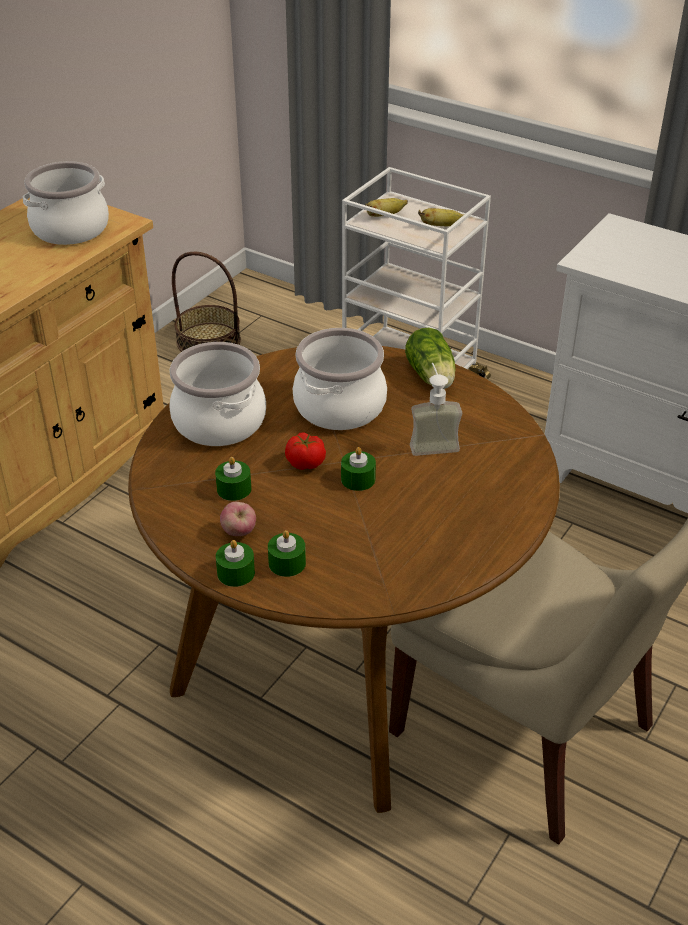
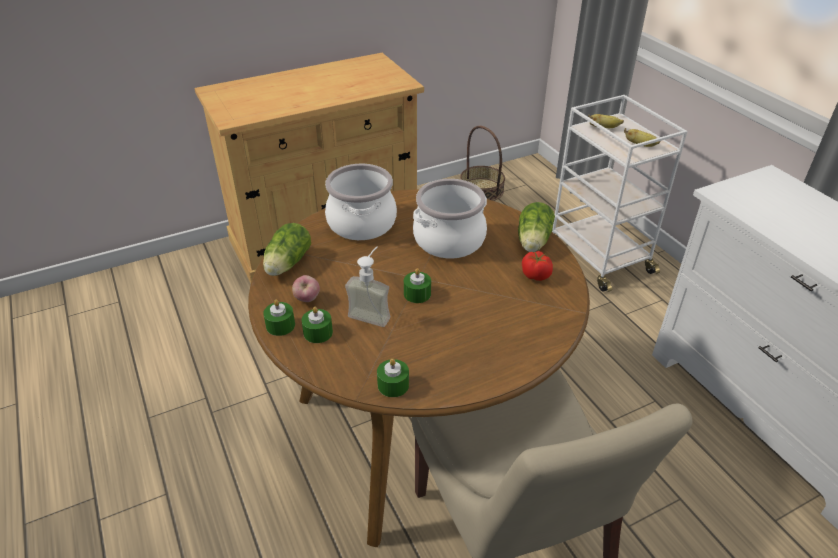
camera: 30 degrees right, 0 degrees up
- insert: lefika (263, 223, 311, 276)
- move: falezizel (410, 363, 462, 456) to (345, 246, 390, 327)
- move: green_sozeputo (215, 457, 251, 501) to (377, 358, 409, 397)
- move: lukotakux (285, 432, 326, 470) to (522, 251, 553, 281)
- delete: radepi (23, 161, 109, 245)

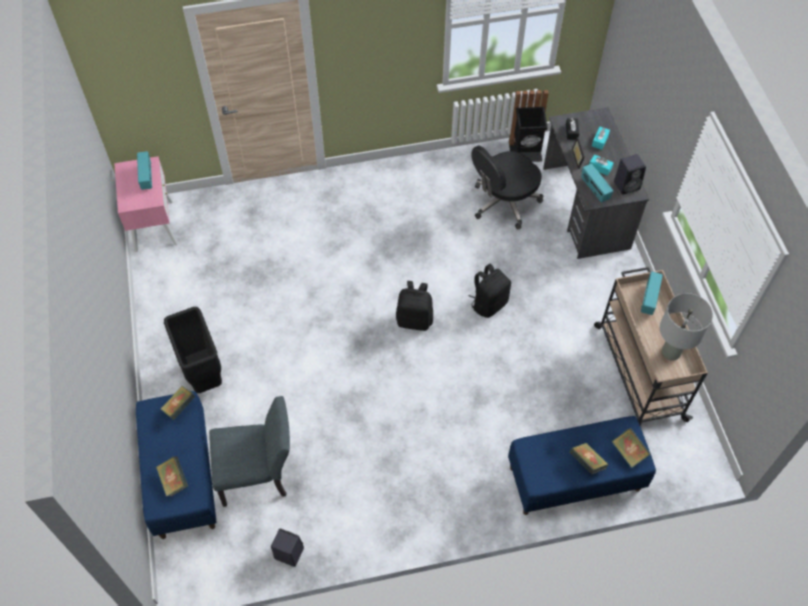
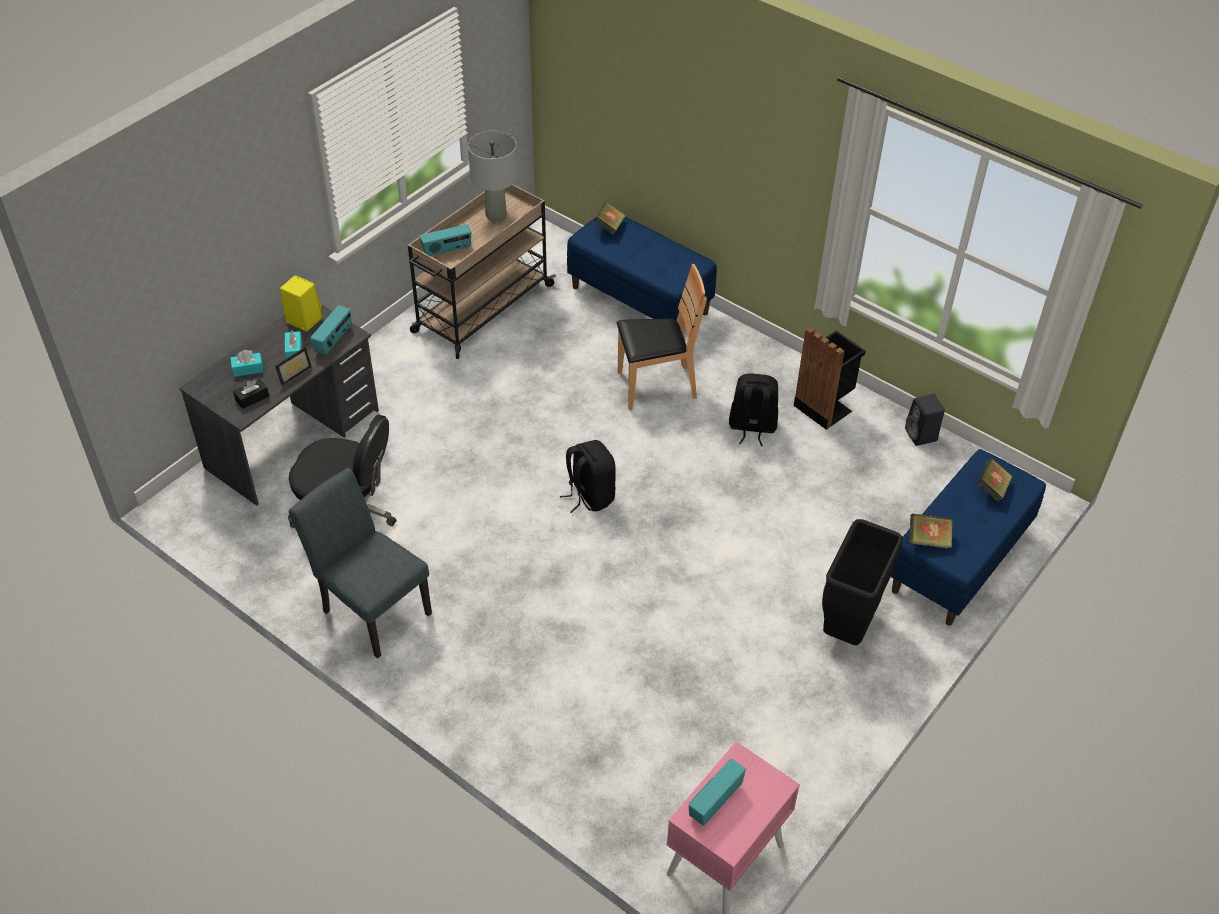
camera: 130 degrees left, 10 degrees down
- recolor: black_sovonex (614, 154, 646, 195) to yellow_sovonex (280, 275, 322, 331)
- move: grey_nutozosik (209, 396, 290, 507) to (289, 468, 432, 659)
- insert: brown_nutozosik (617, 264, 707, 410)
- move: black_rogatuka (468, 264, 511, 318) to (729, 373, 778, 446)
- move: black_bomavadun (509, 90, 549, 162) to (794, 327, 866, 430)
- delete: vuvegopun (569, 443, 608, 474)

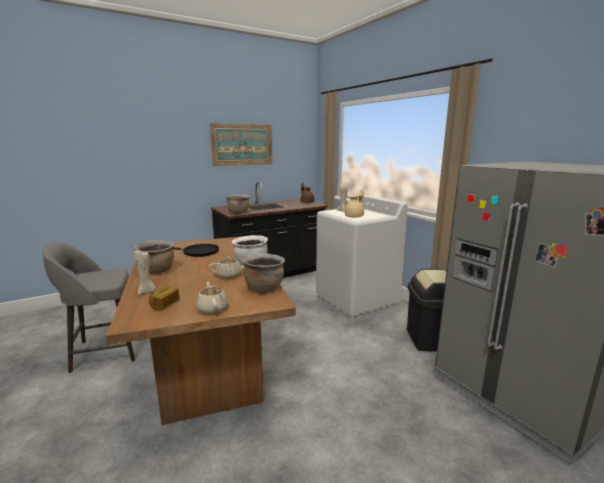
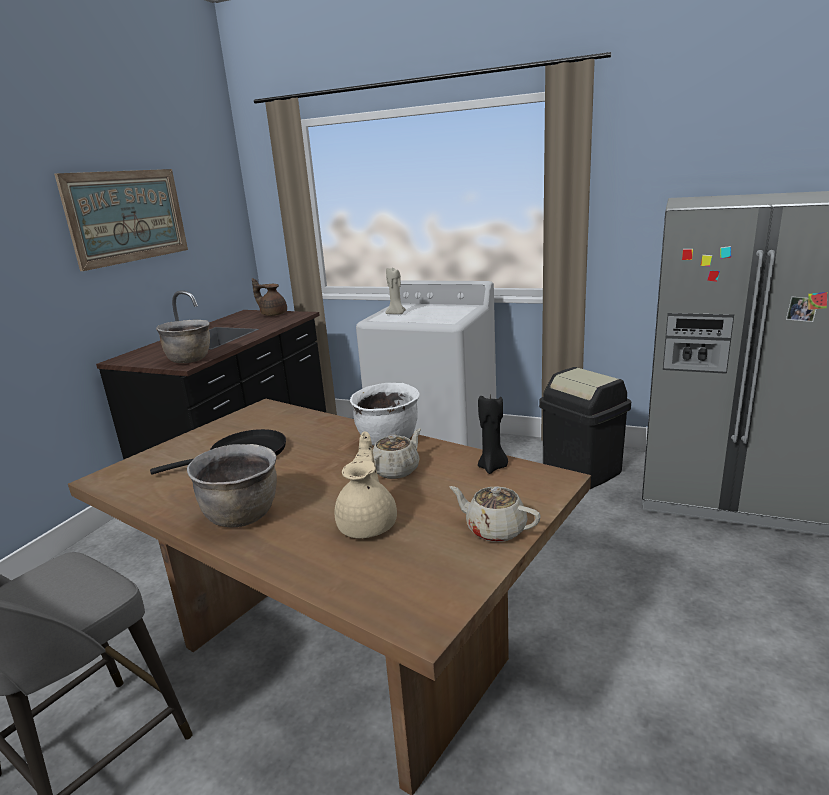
camera: 35 degrees left, 5 degrees up
- move: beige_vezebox (345, 189, 364, 217) to (335, 432, 397, 539)
- replace: brown_radepi (242, 253, 285, 293) to black_sozeputo (478, 395, 508, 474)
- delete: beige_sozeputo (134, 250, 156, 295)
- delete: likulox (149, 286, 179, 310)

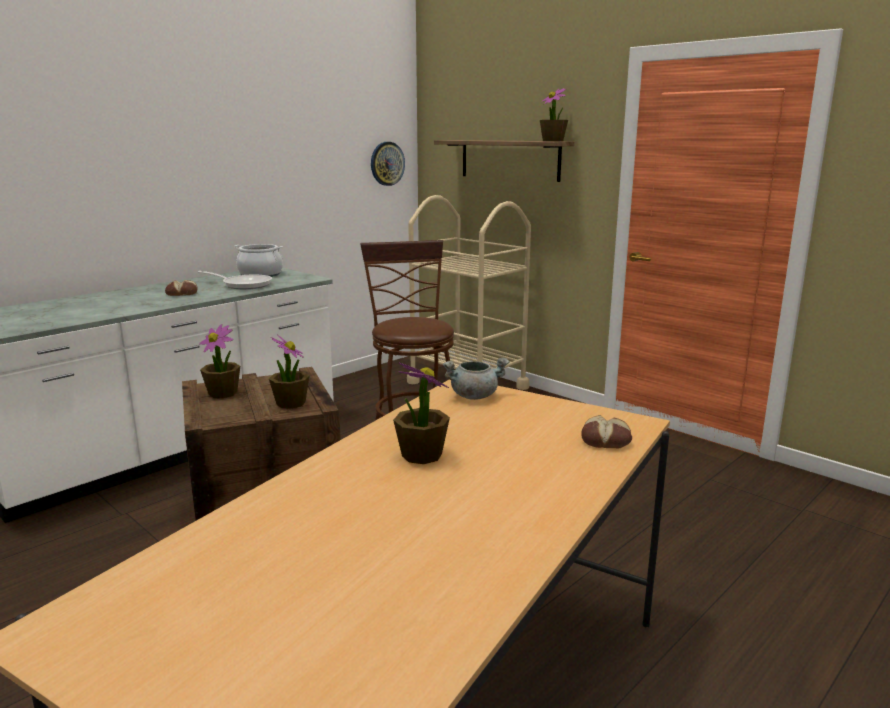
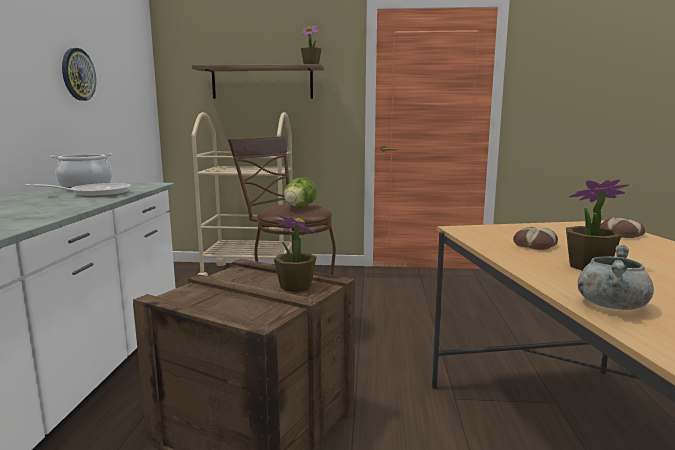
camera: 40 degrees left, 5 degrees down
- move: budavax (371, 142, 405, 186) to (62, 48, 96, 101)
- insert: lefika (284, 177, 317, 207)
- move: likulox (165, 280, 197, 296) to (513, 227, 558, 250)
- move: grey_radepi (443, 358, 509, 400) to (578, 245, 654, 310)
- delete: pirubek (199, 324, 240, 398)

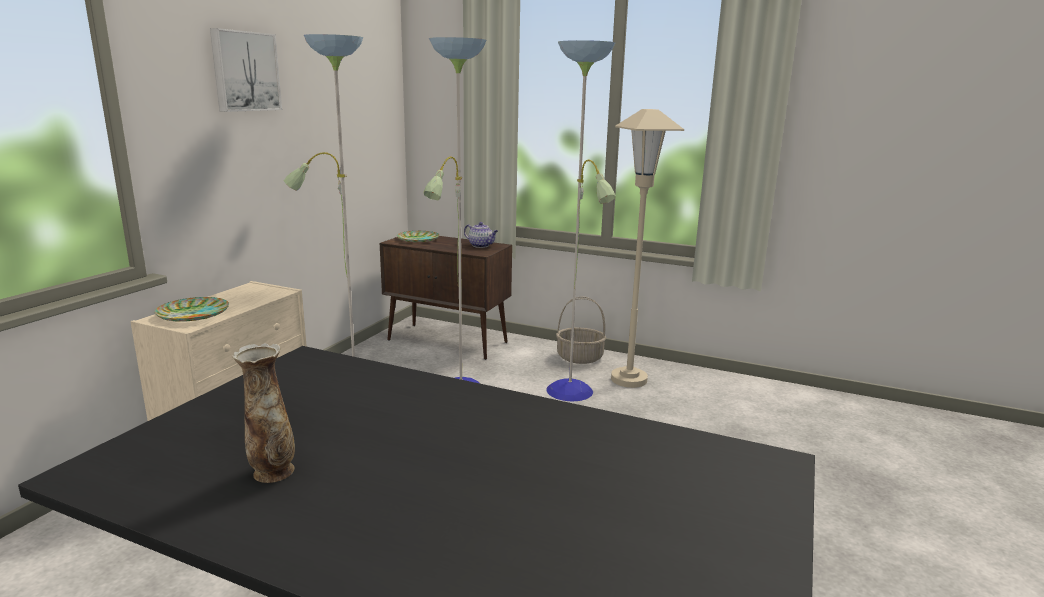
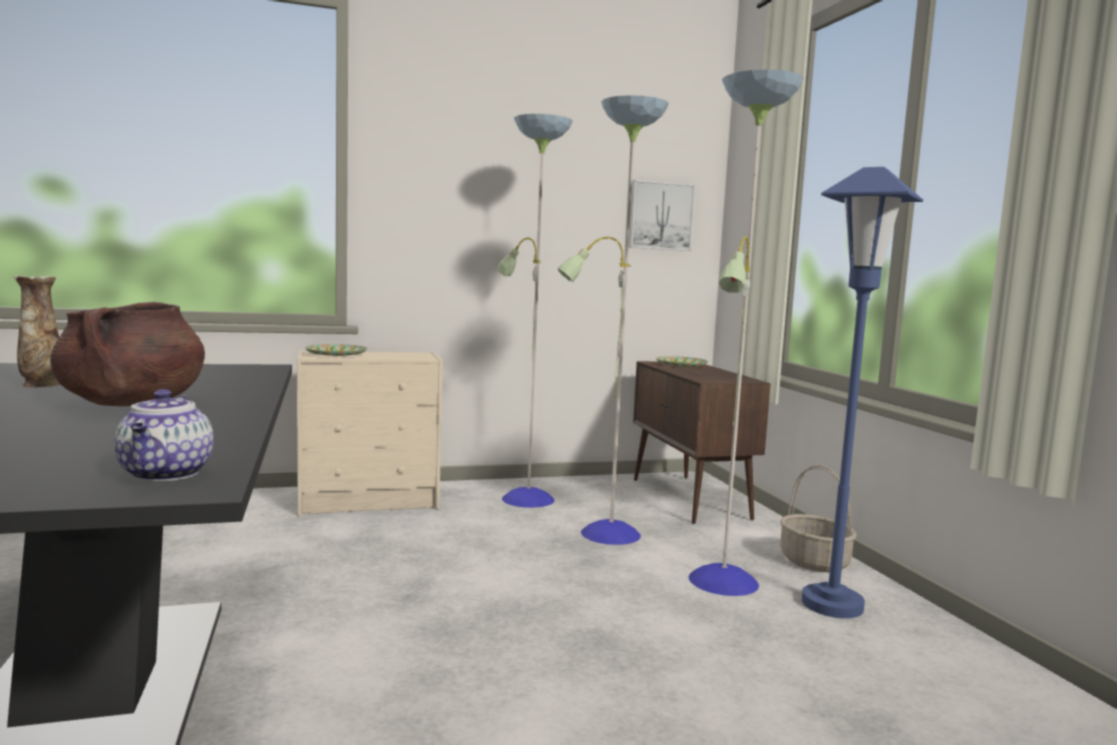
camera: 50 degrees right, 10 degrees down
- insert: brown_radepi (50, 302, 205, 406)
- move: vezebox (464, 222, 498, 248) to (114, 389, 214, 482)
- move: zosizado (210, 28, 282, 112) to (628, 180, 695, 251)
- recolor: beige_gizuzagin (611, 109, 684, 388) to blue_gizuzagin (802, 167, 923, 618)

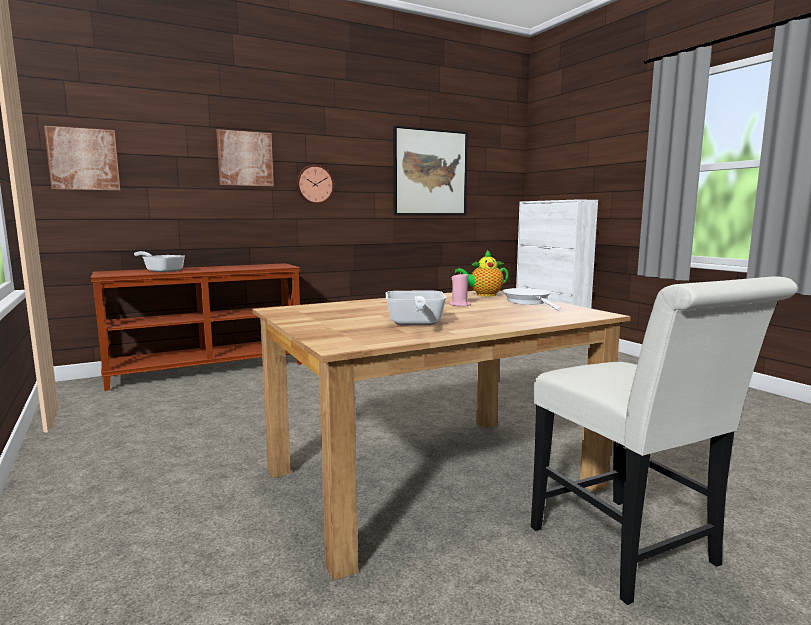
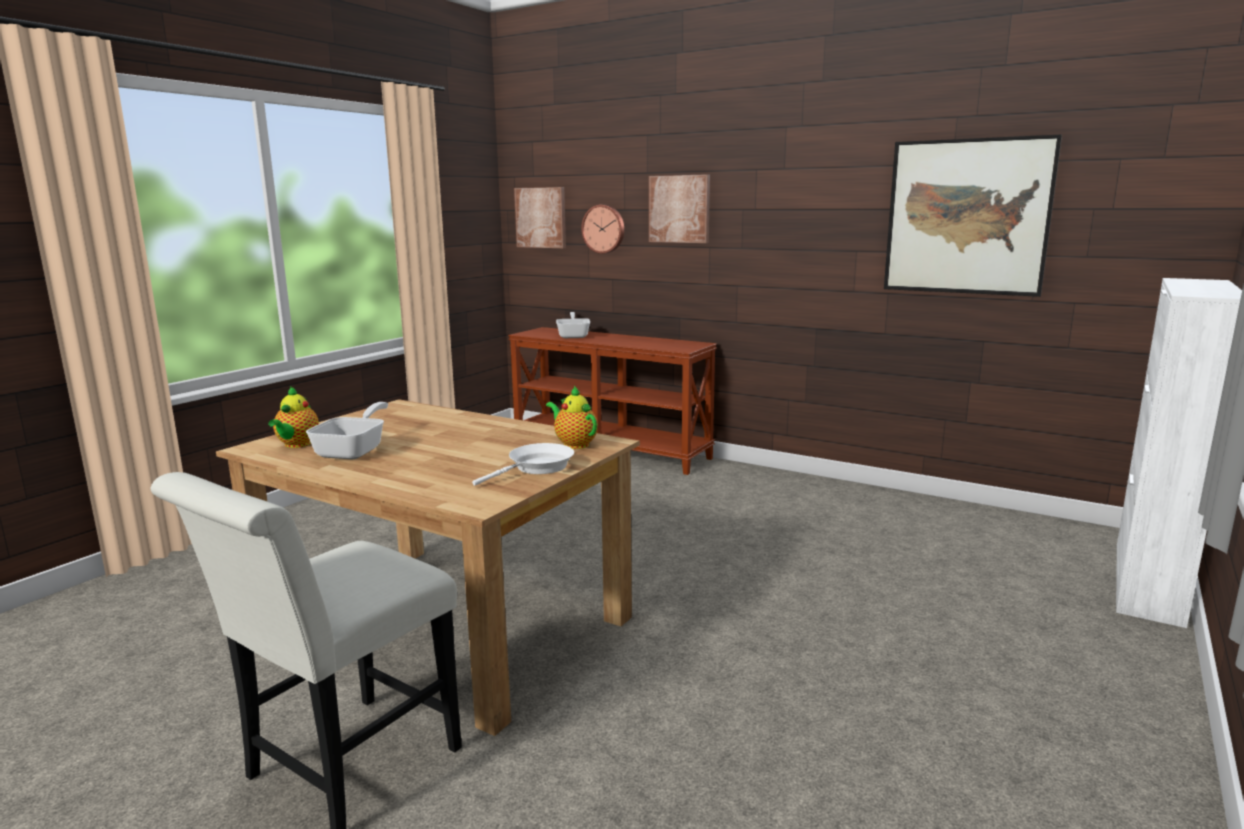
camera: 60 degrees right, 5 degrees up
- insert: vezebox (268, 386, 319, 448)
- rotate: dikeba (386, 291, 447, 325) = (306, 402, 388, 459) 135 degrees clockwise
- move: budavax (296, 165, 334, 204) to (581, 205, 624, 254)
- delete: pink_sozeputo (449, 272, 471, 307)

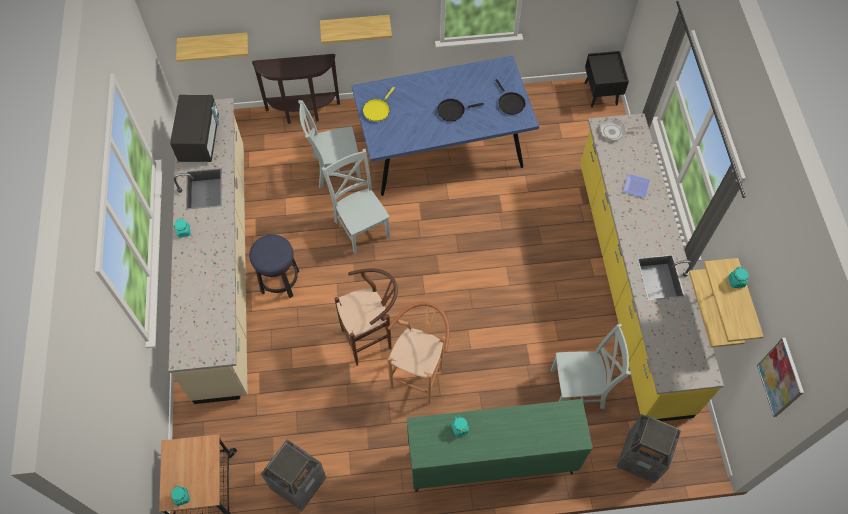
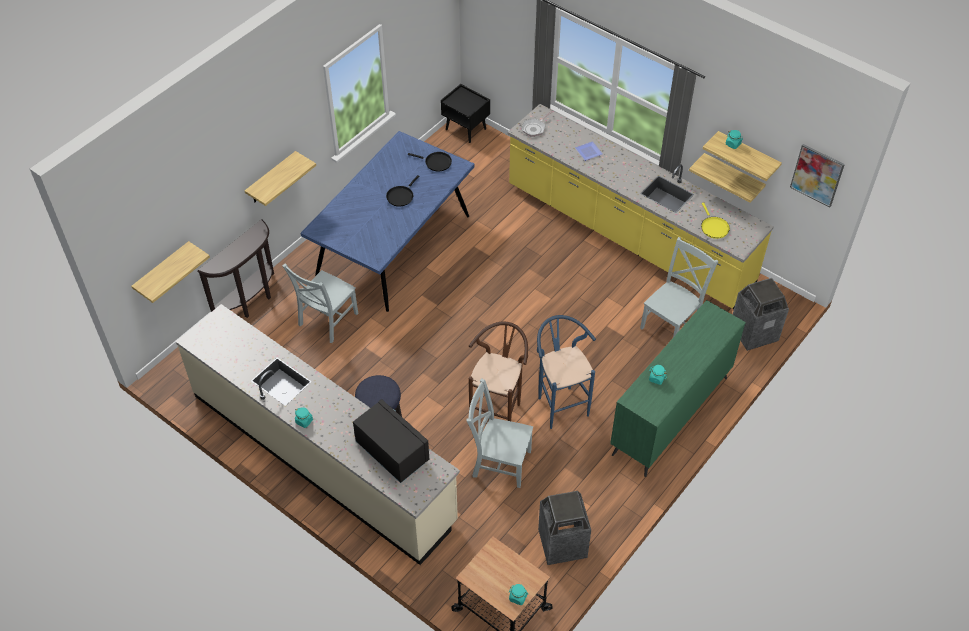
camera: 45 degrees left, 10 degrees down
- move: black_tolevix (170, 95, 219, 162) to (353, 399, 429, 483)
- move: grey_nutozosik (322, 149, 390, 254) to (467, 378, 533, 488)
- recolor: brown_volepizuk (387, 302, 450, 404) to blue_volepizuk (537, 315, 596, 429)
- move: yellow_dikeba (363, 87, 395, 122) to (701, 203, 730, 239)

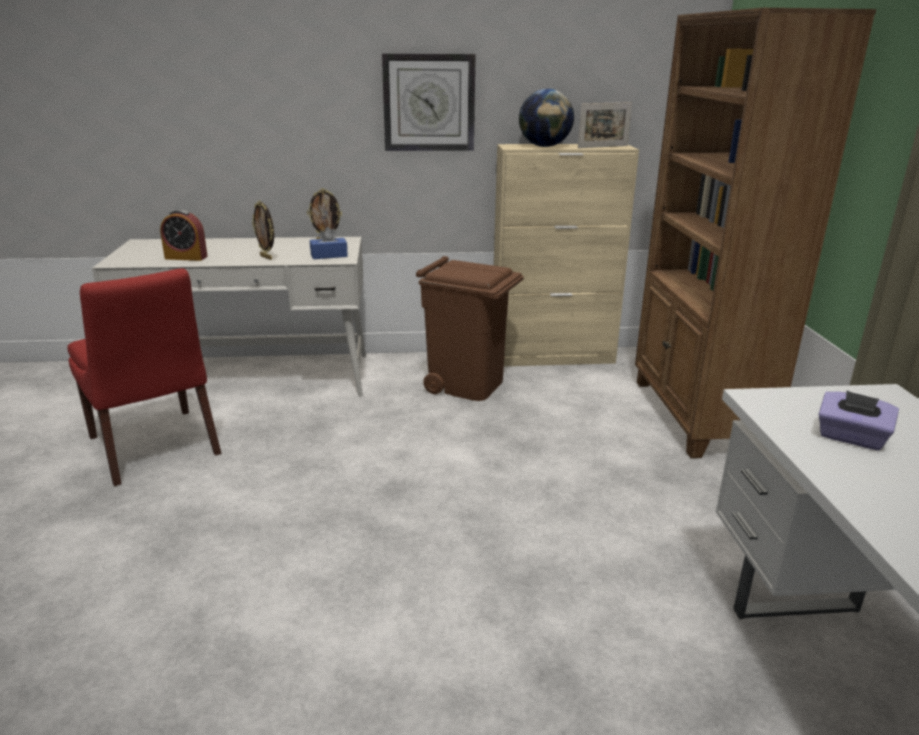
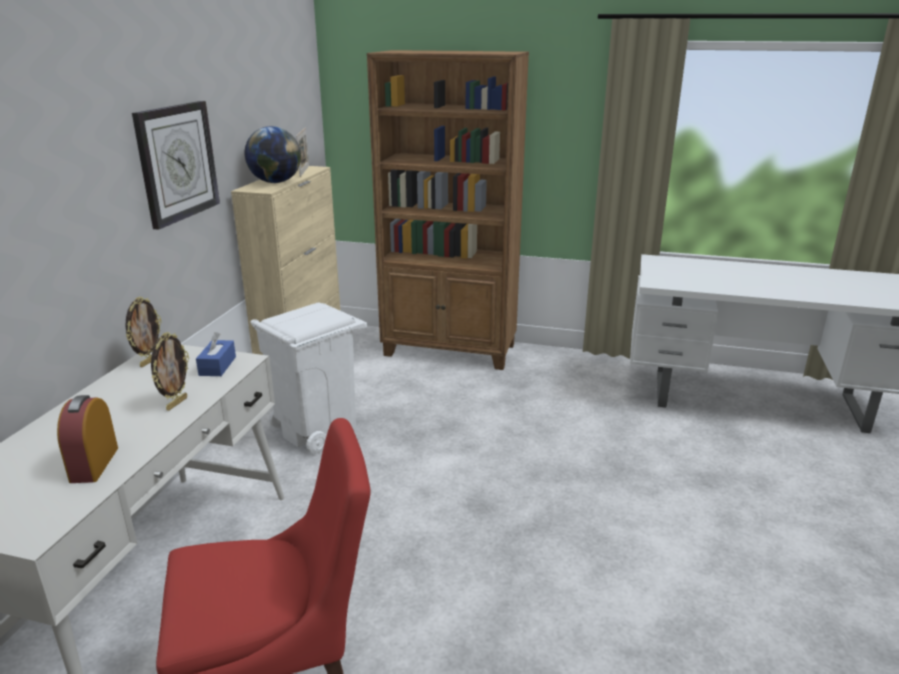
camera: 70 degrees left, 0 degrees up
- rotate: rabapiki (160, 210, 208, 261) = (57, 395, 118, 483) 150 degrees clockwise
- rotate: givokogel (252, 200, 274, 260) = (151, 332, 189, 411) 45 degrees counterclockwise
- recolor: brown_bomavadun (416, 256, 524, 401) to white_bomavadun (250, 302, 367, 454)
- delete: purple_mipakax (819, 391, 899, 451)

